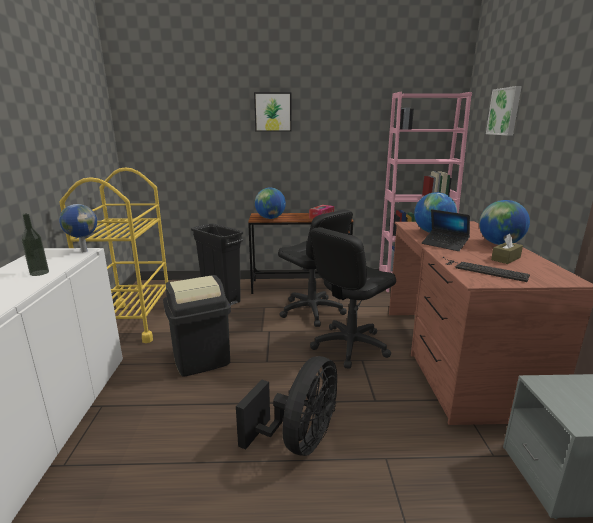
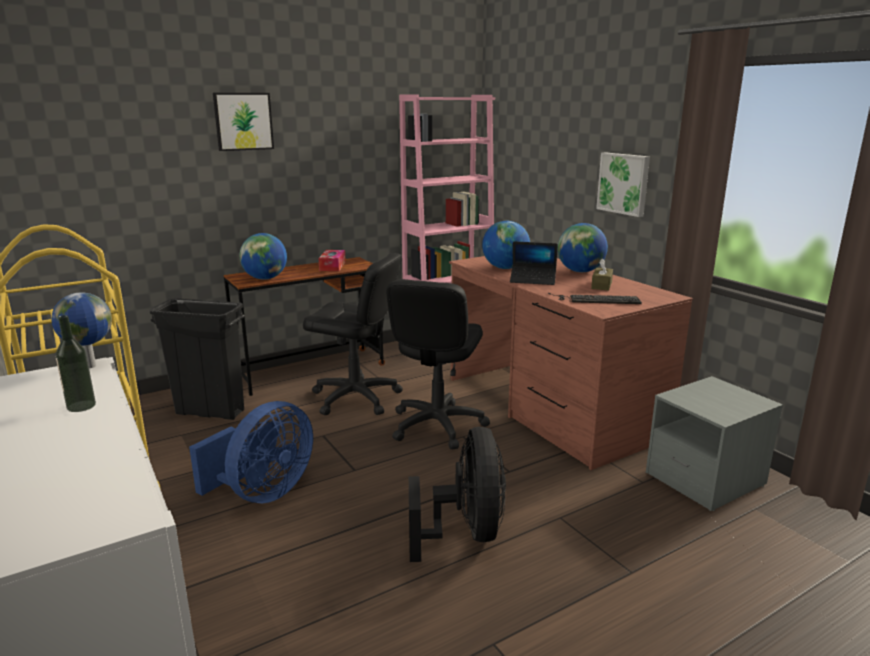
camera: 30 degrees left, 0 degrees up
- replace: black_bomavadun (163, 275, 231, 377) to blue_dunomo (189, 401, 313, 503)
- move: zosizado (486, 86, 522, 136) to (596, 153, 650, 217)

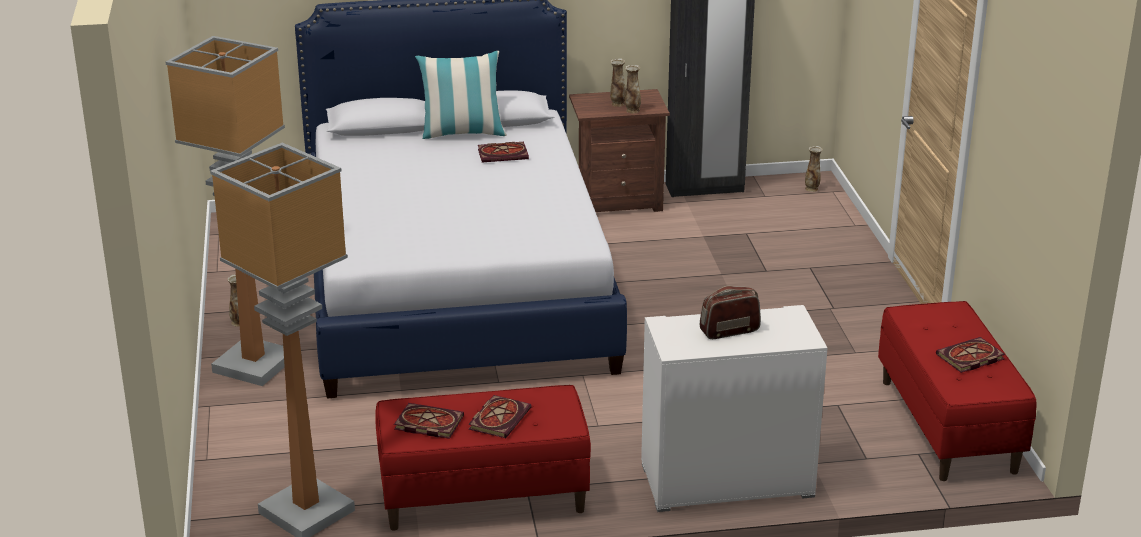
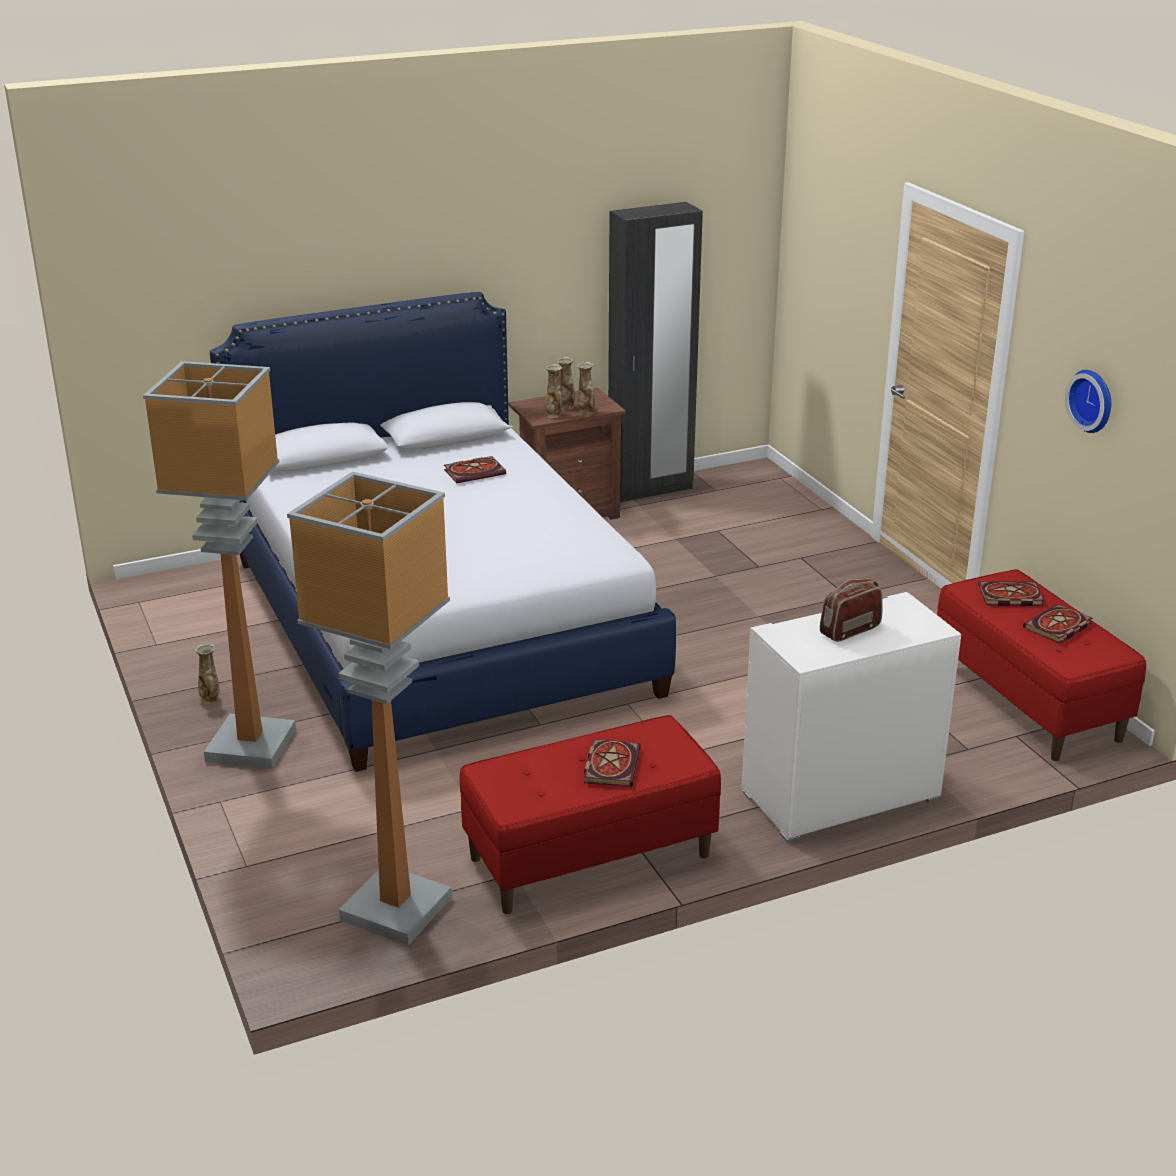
camera: 15 degrees left, 0 degrees up
- move: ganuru (805, 146, 823, 192) to (545, 364, 562, 418)
- move: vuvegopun (394, 403, 464, 439) to (978, 581, 1045, 606)
- insert: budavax (1065, 370, 1111, 433)
- delete: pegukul (415, 51, 507, 139)

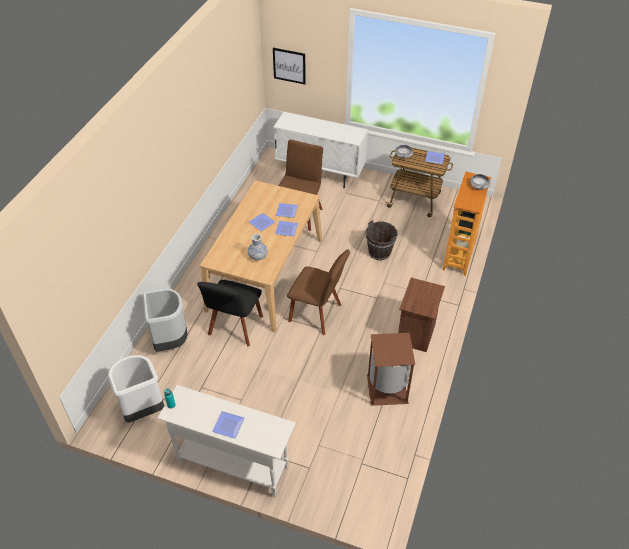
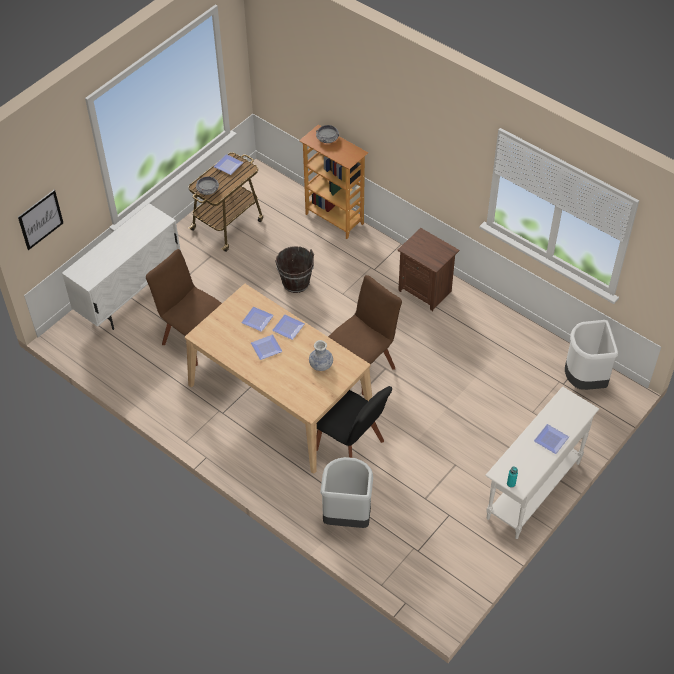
camera: 70 degrees left, 5 degrees up
- move: white_bomavadun (108, 355, 164, 422) to (565, 320, 618, 390)
- delete: brown_bomavadun (367, 333, 415, 406)

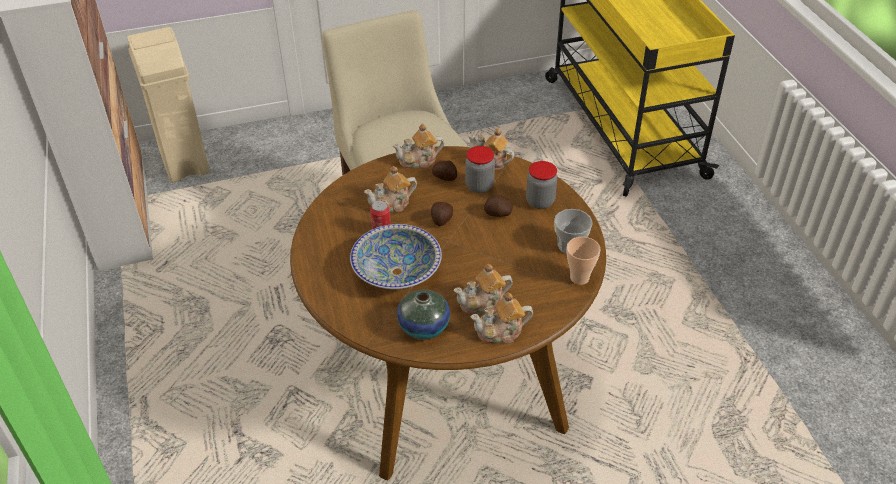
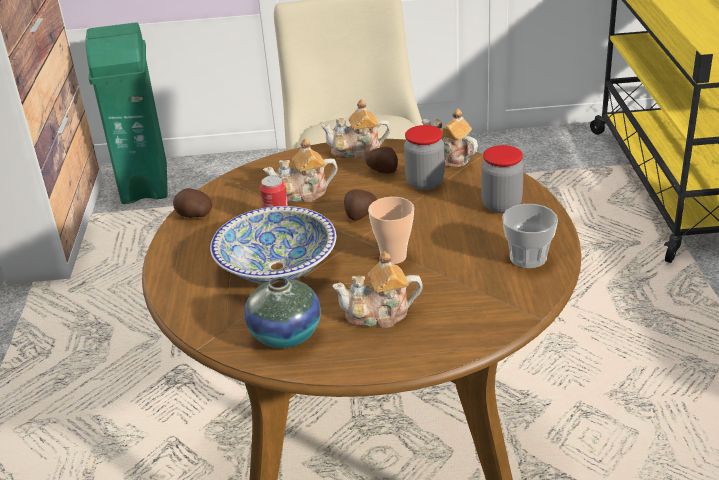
camera: 15 degrees right, 10 degrees down
- recolor: beige_bomavadun (127, 27, 209, 183) to green_bomavadun (85, 23, 168, 204)
- move: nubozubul (484, 195, 513, 217) to (173, 188, 212, 218)
- move: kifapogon (567, 237, 600, 285) to (368, 197, 414, 264)
- delete: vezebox (471, 292, 533, 343)

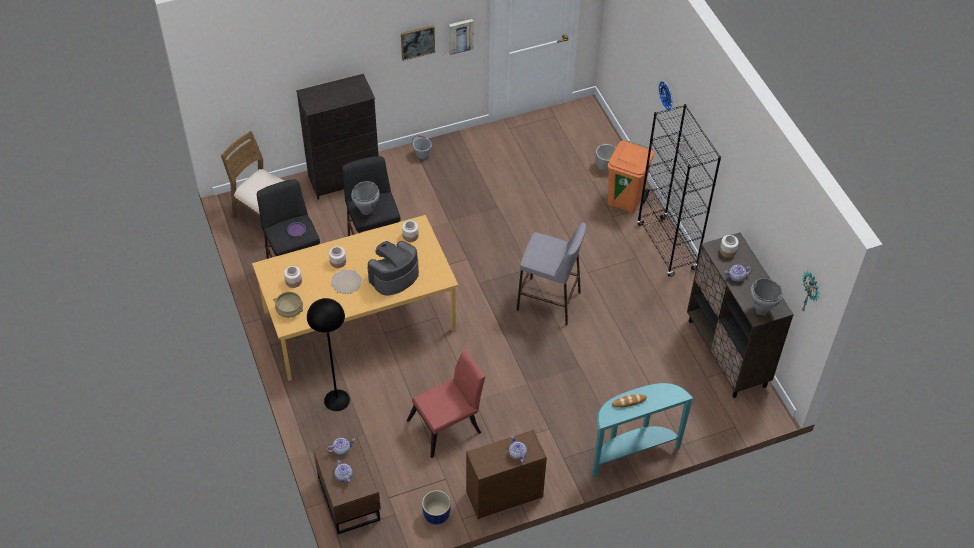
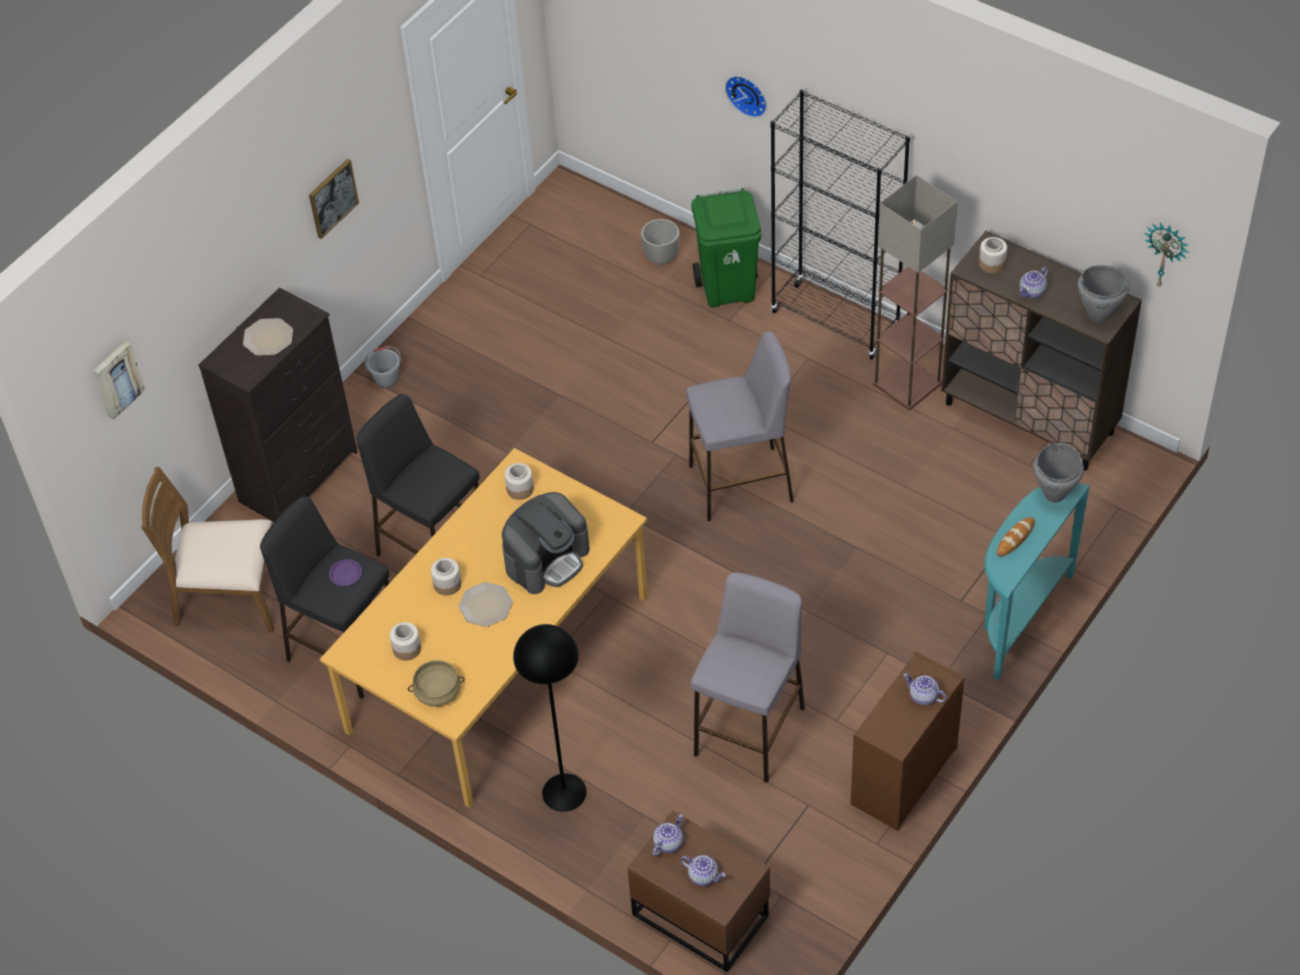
camera: 30 degrees left, 0 degrees up
- move: zosizado (449, 19, 473, 55) to (93, 341, 145, 419)
- insert: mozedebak (243, 318, 293, 355)
- rotate: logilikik (367, 241, 419, 296) = (502, 492, 590, 594) 150 degrees counterclockwise
- recolor: orange_bomavadun (608, 139, 654, 213) to green_bomavadun (691, 188, 761, 308)
- replace: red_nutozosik (407, 349, 485, 458) to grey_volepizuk (691, 572, 805, 783)
- insert: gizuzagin (873, 175, 957, 410)
- move: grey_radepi (351, 181, 380, 215) to (1034, 443, 1084, 503)
- delete: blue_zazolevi (422, 490, 451, 525)

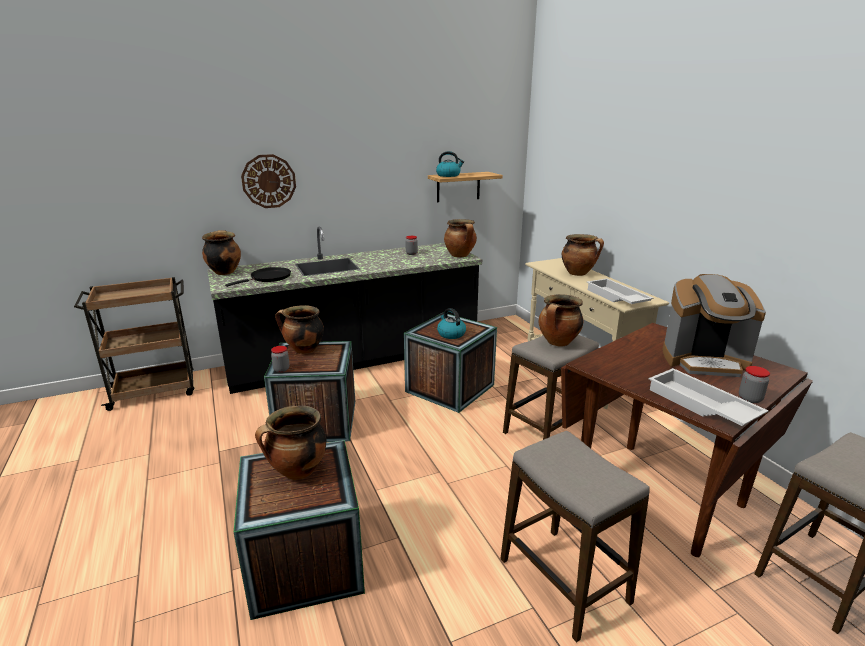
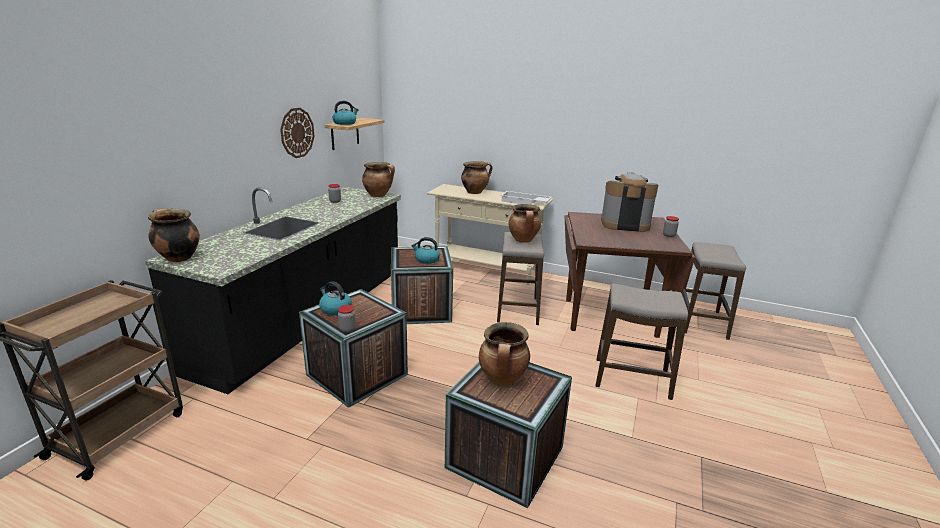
camera: 45 degrees left, 0 degrees up
- move: budavax (241, 154, 296, 208) to (280, 108, 315, 158)
- replace: radepi (275, 305, 324, 354) to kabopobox (319, 281, 352, 315)
- rotate: logilikik (662, 274, 766, 377) = (601, 172, 658, 232) 135 degrees counterclockwise
- delete: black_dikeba (225, 267, 291, 287)
- delete: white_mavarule (649, 368, 768, 426)

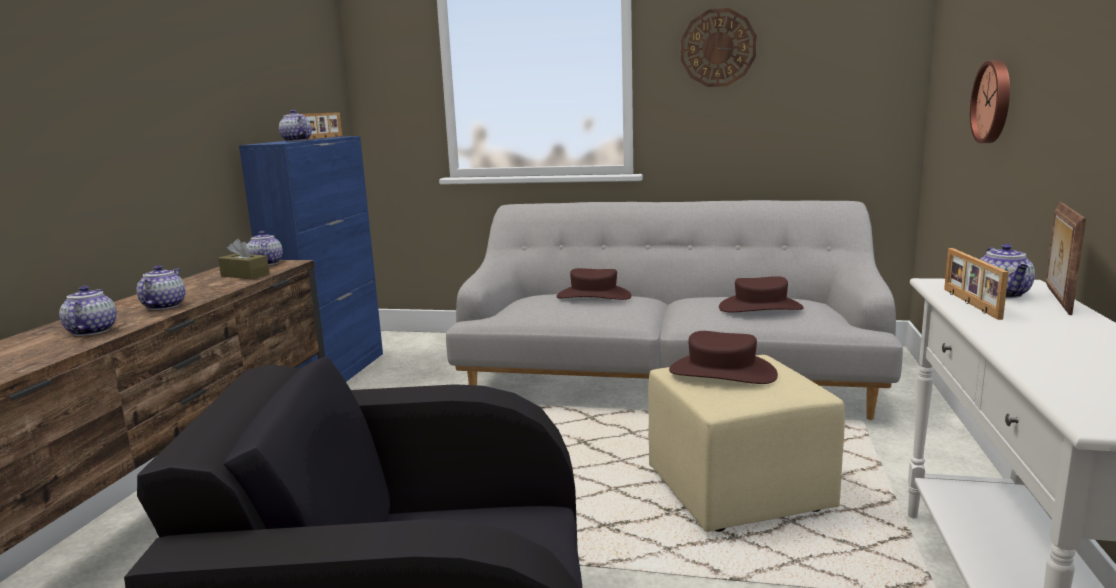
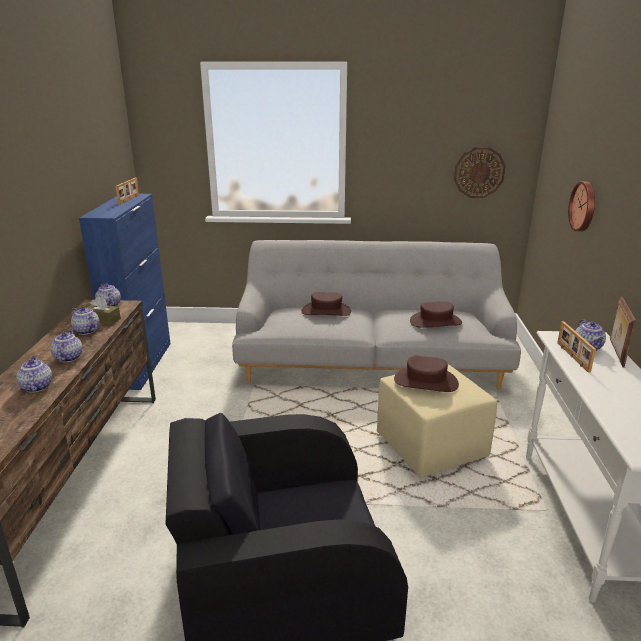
camera: 10 degrees left, 10 degrees up
- move: vezebox (279, 110, 312, 141) to (71, 307, 99, 335)
- move: budavax (681, 8, 757, 87) to (454, 147, 506, 198)

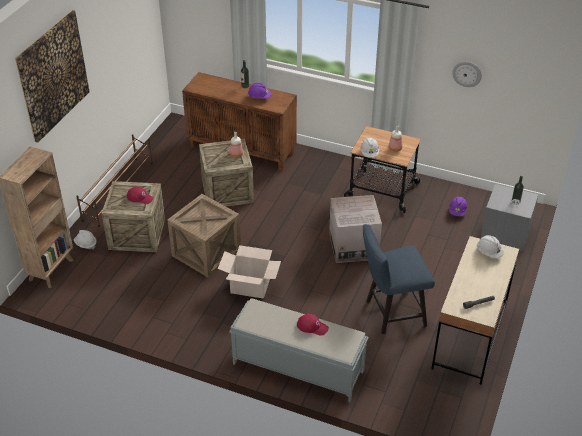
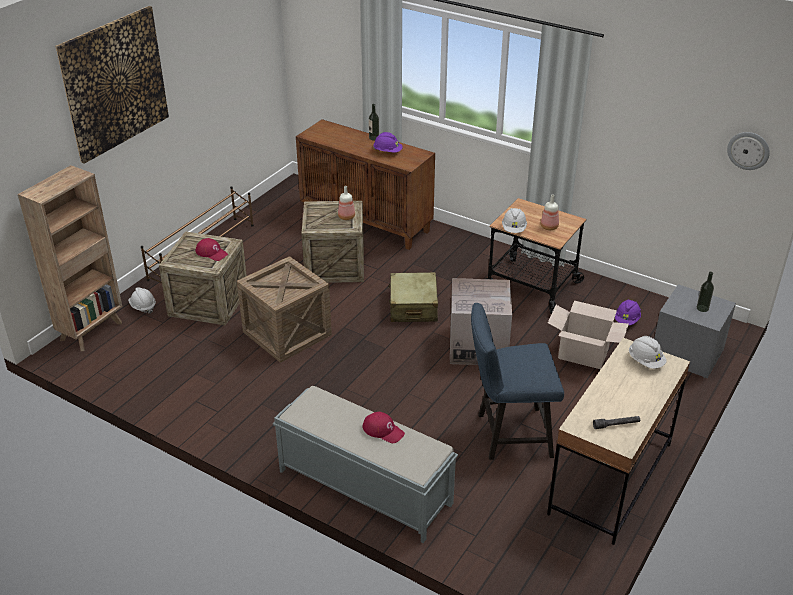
camera: 10 degrees right, 5 degrees down
- insert: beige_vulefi (388, 272, 438, 322)
- move: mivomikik (218, 245, 281, 299) to (548, 301, 629, 369)
- move: budavax (452, 62, 482, 87) to (727, 132, 770, 170)

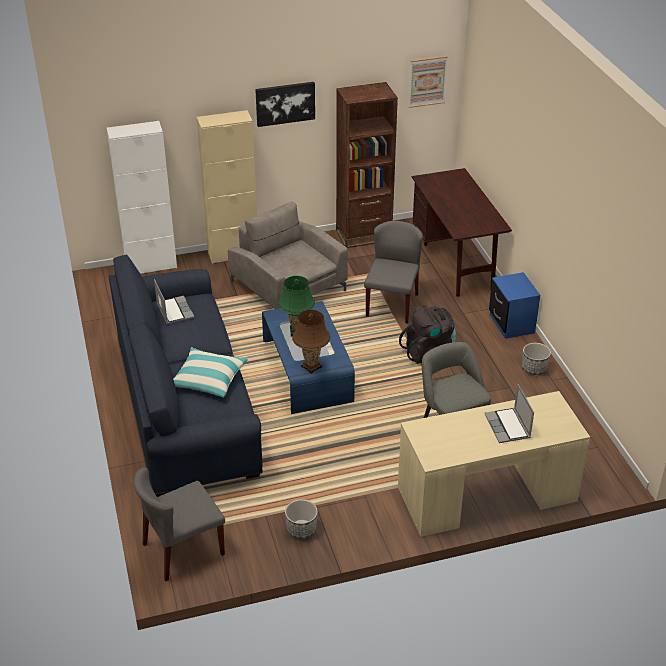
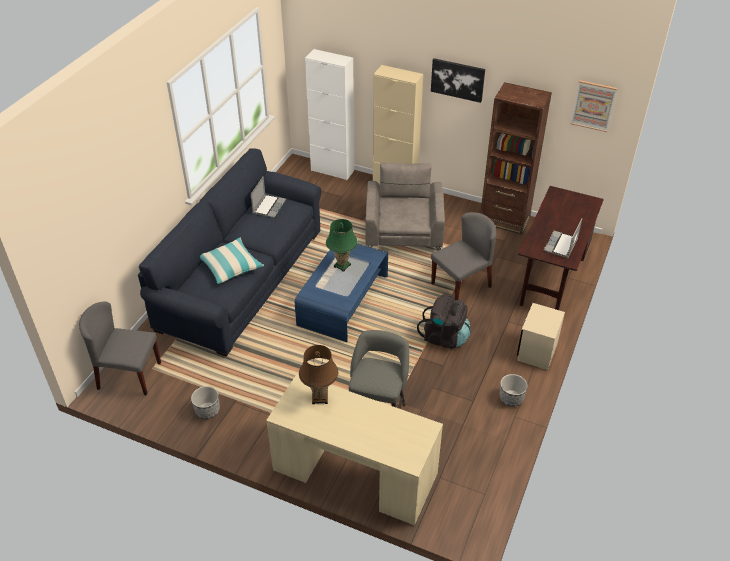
camera: 40 degrees right, 5 degrees up
- move: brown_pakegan (292, 310, 330, 374) to (299, 345, 338, 404)
- recolor: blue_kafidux (489, 272, 540, 339) to beige_kafidux (517, 303, 565, 370)
- move: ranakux (484, 384, 534, 443) to (543, 219, 582, 258)

